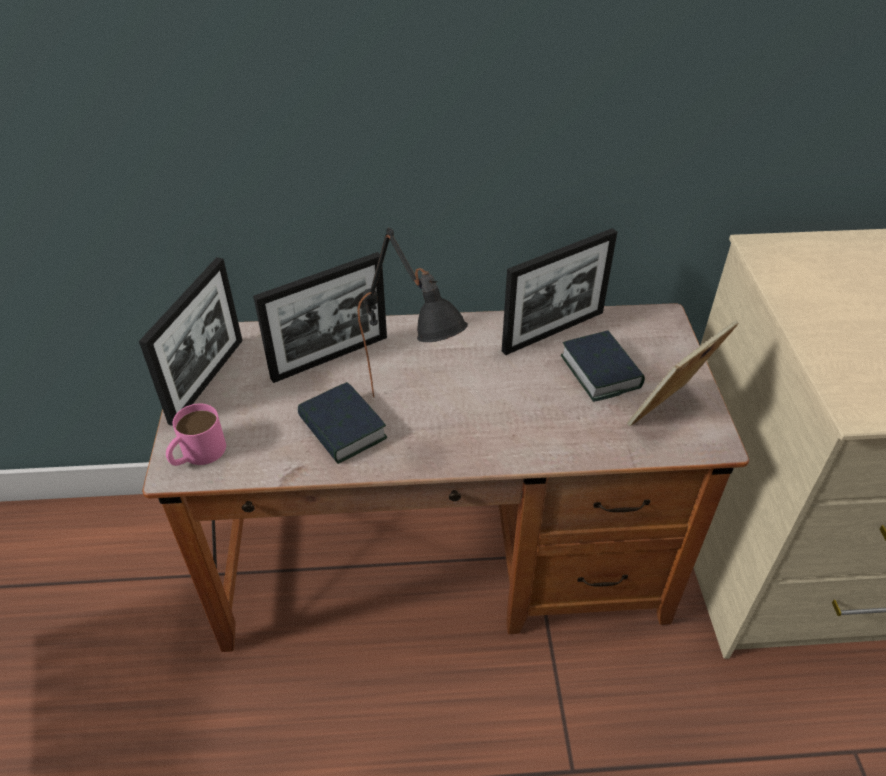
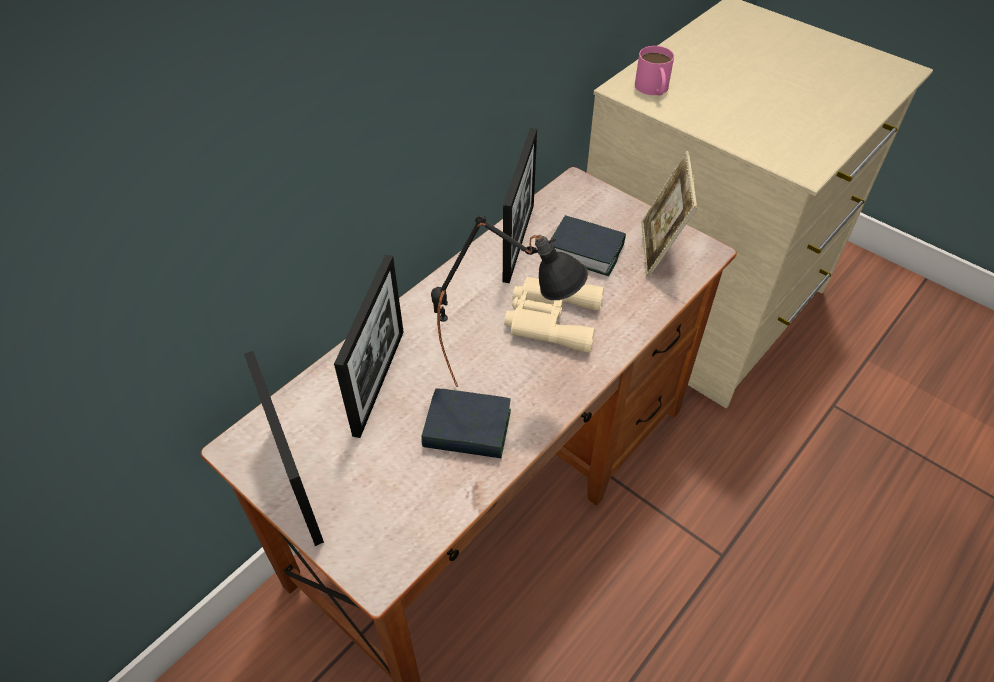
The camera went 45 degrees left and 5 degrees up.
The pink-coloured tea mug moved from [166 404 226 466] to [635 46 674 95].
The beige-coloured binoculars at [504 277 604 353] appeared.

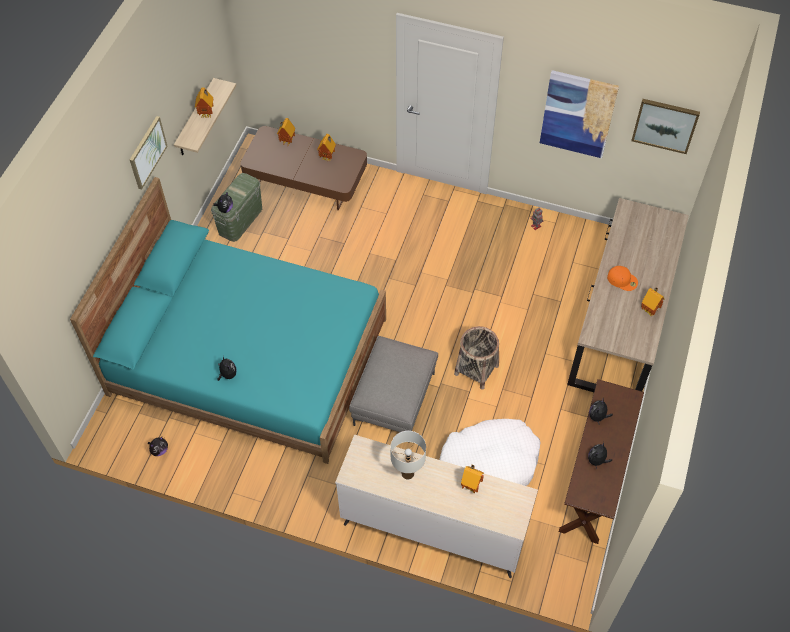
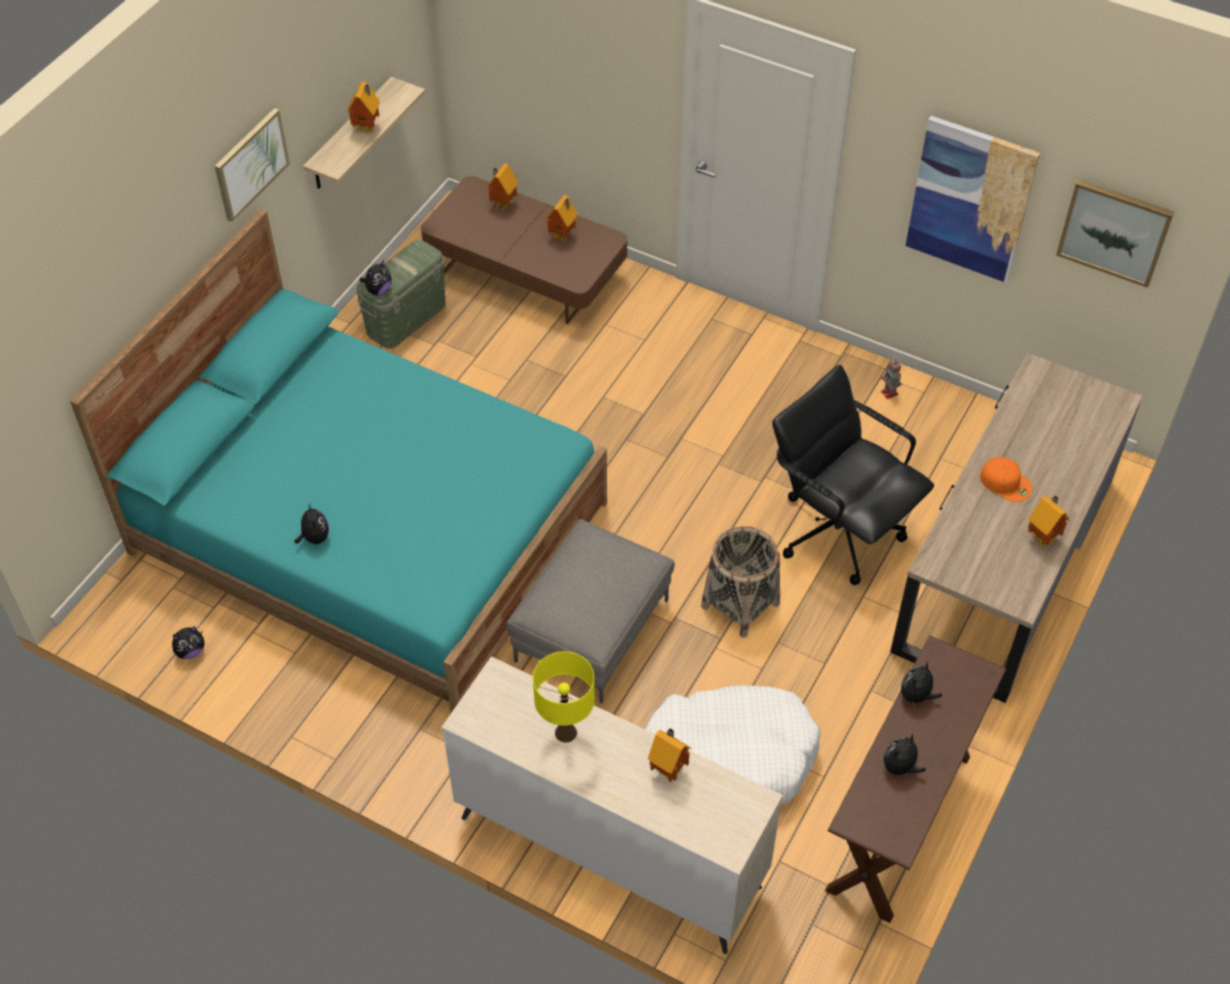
The camera went 10 degrees right and 5 degrees down.
The white-coloured tabletop lamp at [390 431 426 479] became the yellowish tabletop lamp at [533 651 595 743].
The blackish computer chair at [772 365 934 585] appeared.

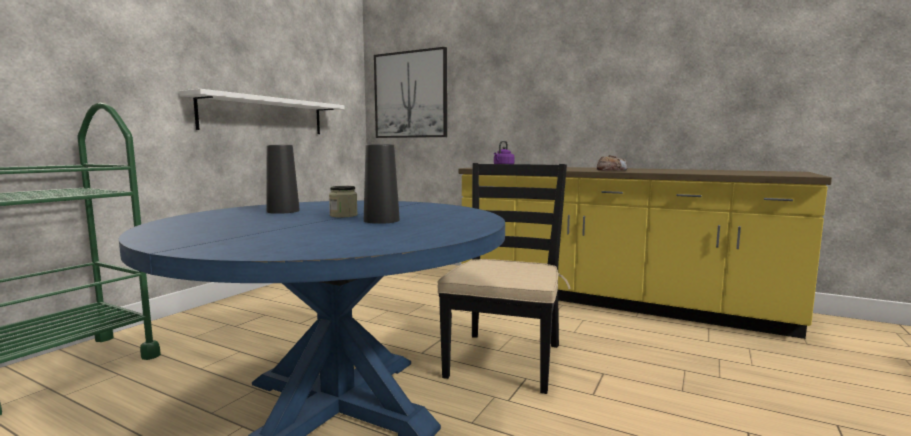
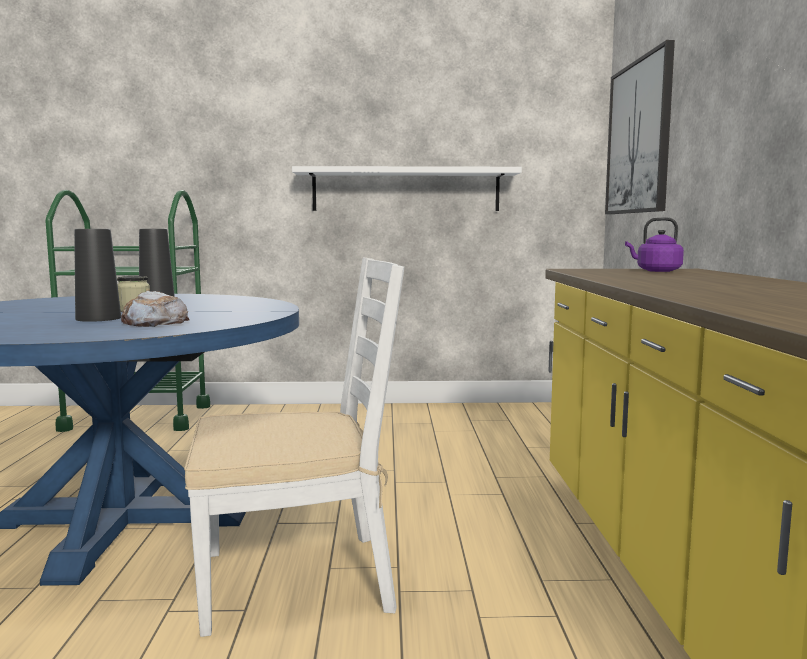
The camera went 60 degrees right and 0 degrees up.
The baked bread moved from [597 155 627 171] to [121 291 189 327].
The blackish chair at [437 163 570 394] became the white-coloured chair at [184 258 405 637].

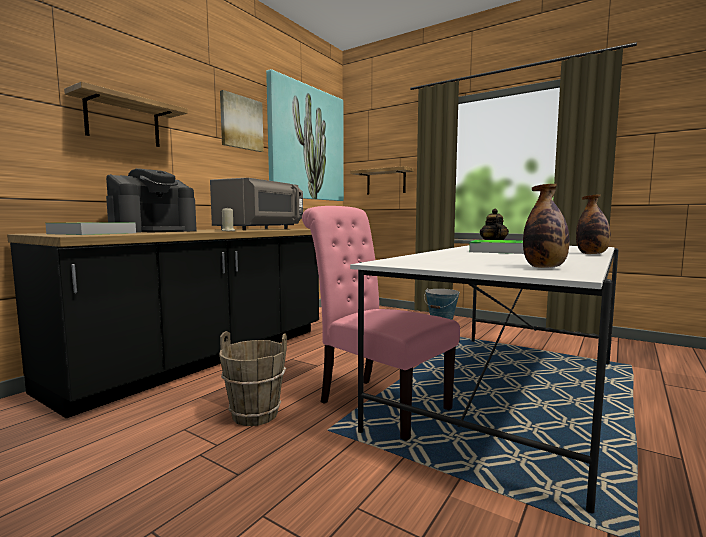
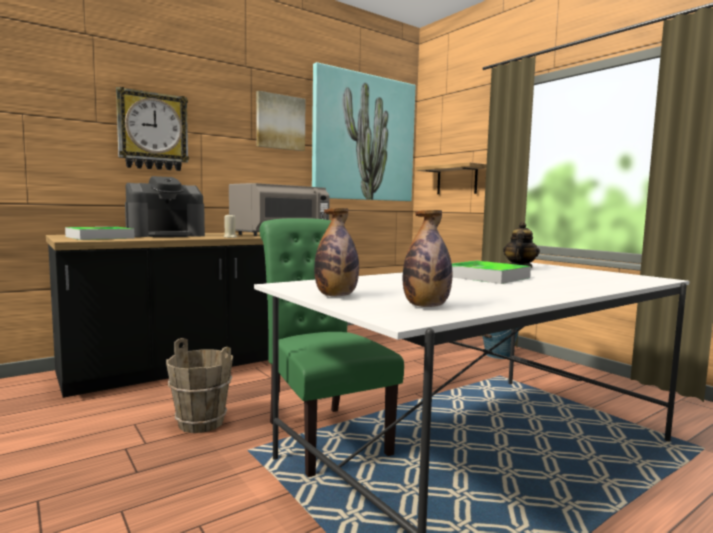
The camera went 20 degrees right and 0 degrees up.
The shelf at [64 82 188 147] was replaced by the clock on the wall at [116 87 189 171].
The beverage bottle moved from [576 194 611 254] to [314 208 359 296].
The pink-coloured chair at [302 206 460 441] became the green chair at [259 218 404 477].

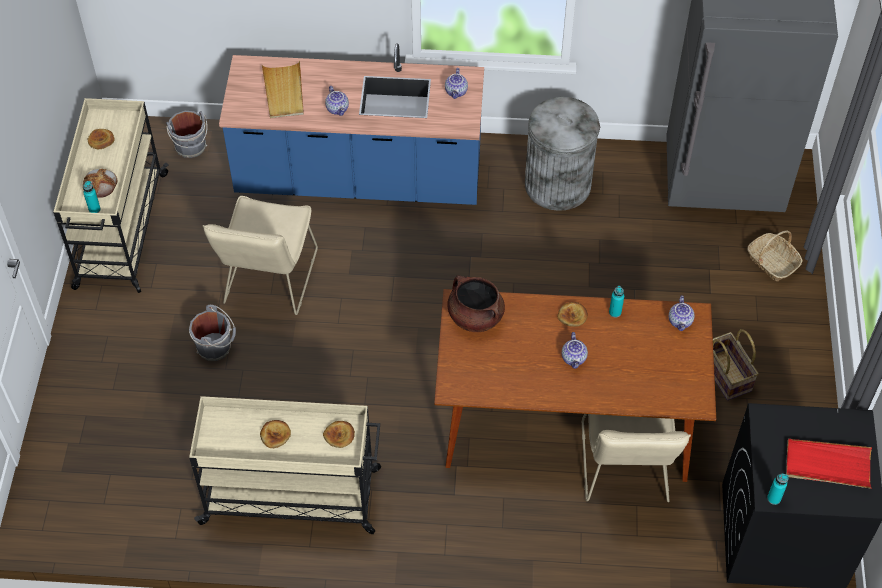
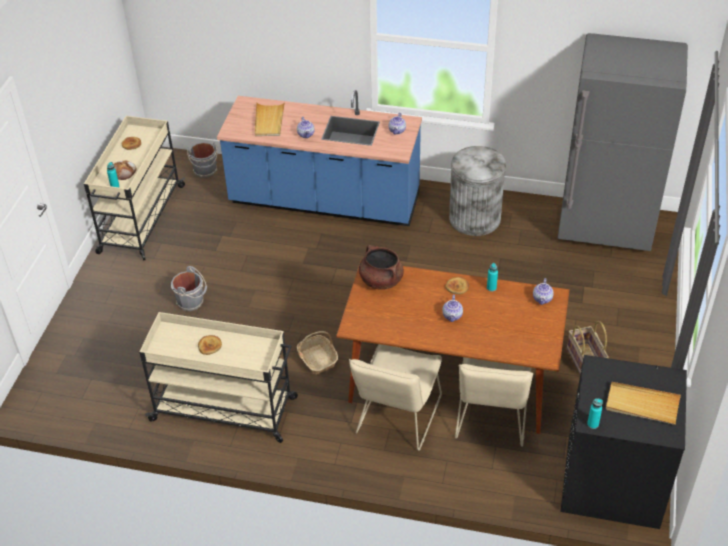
The camera went 10 degrees right and 10 degrees down.
The beige-coloured chair moved from [203 196 318 315] to [349 344 442 451].
The basket moved from [747 230 803 281] to [297 331 338 374].
The baked bread at [323 421 355 448] disappeared.
The reddish serving tray at [786 439 872 489] became the beige-coloured serving tray at [606 382 681 425].

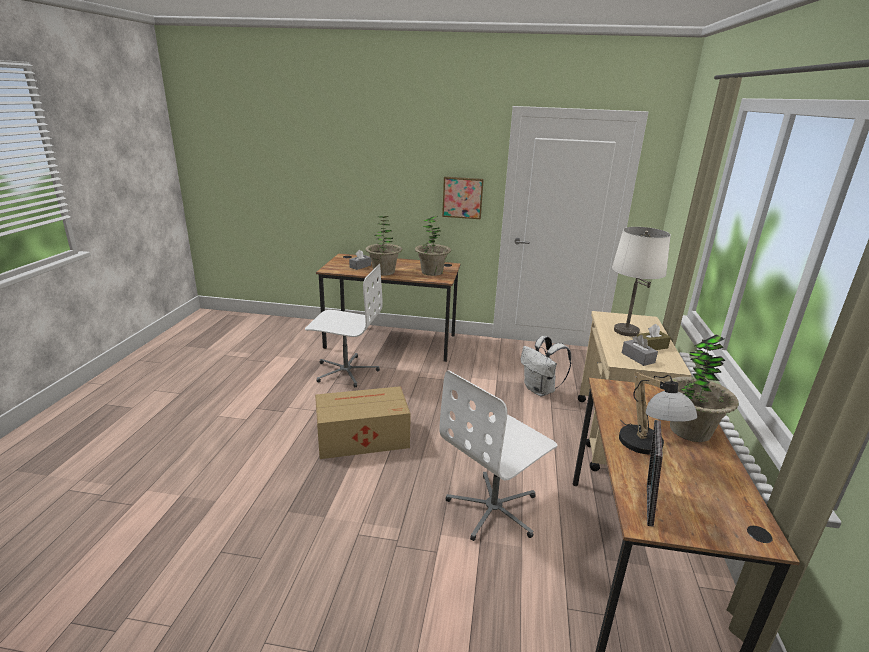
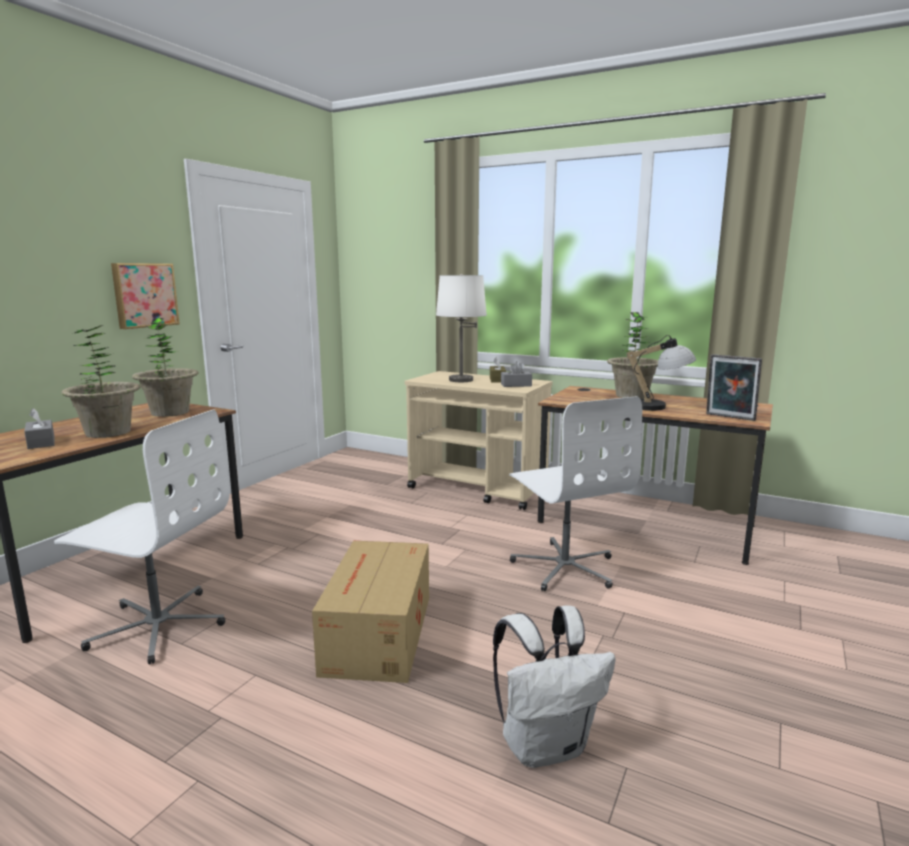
The camera went 70 degrees left and 10 degrees down.
The white-coloured computer chair at [305 264 383 387] turned 75 degrees clockwise.
The white-coloured knapsack moved from [521 336 571 396] to [493 605 616 768].

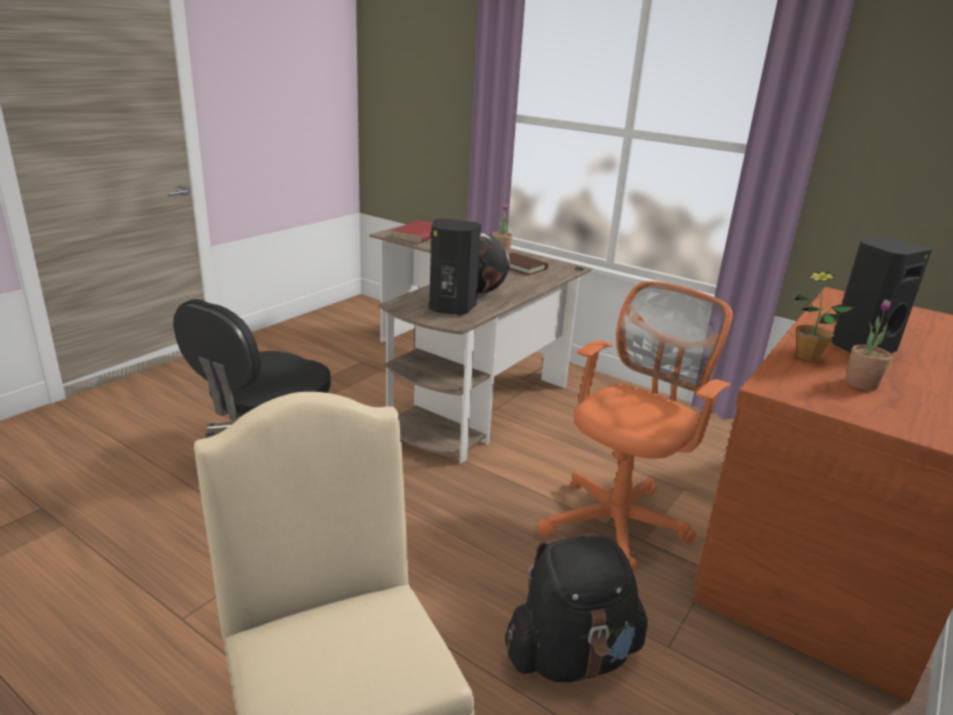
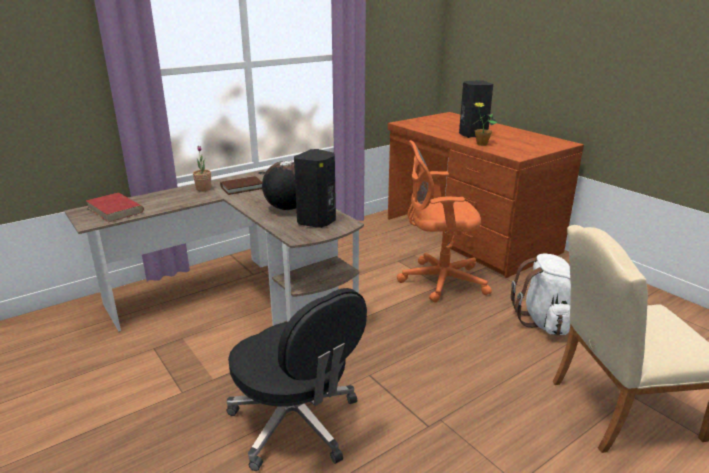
The camera went 70 degrees left and 0 degrees up.
The orange computer chair at [537 281 733 572] turned 60 degrees counterclockwise.
The potted plant at [846 299 892 391] disappeared.
The blackish knapsack at [505 533 648 682] became the white-coloured knapsack at [511 253 571 336].

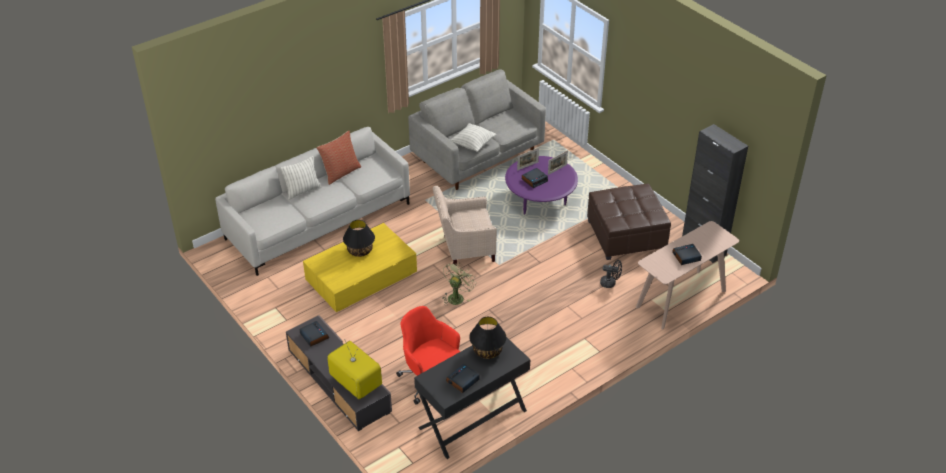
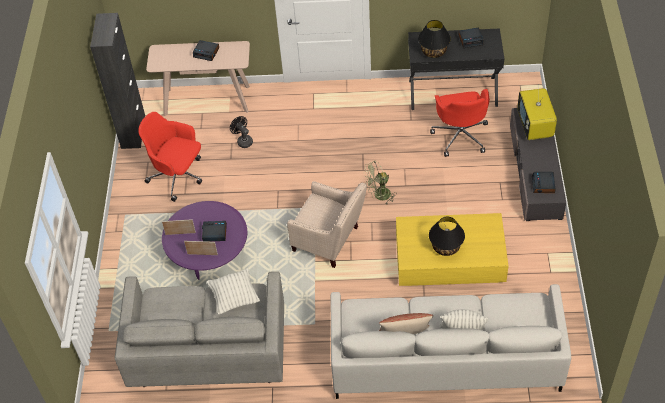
The camera went 140 degrees left and 10 degrees up.
The brown-coloured footrest at [587 183 671 260] was replaced by the reddish computer chair at [138 112 202 202].

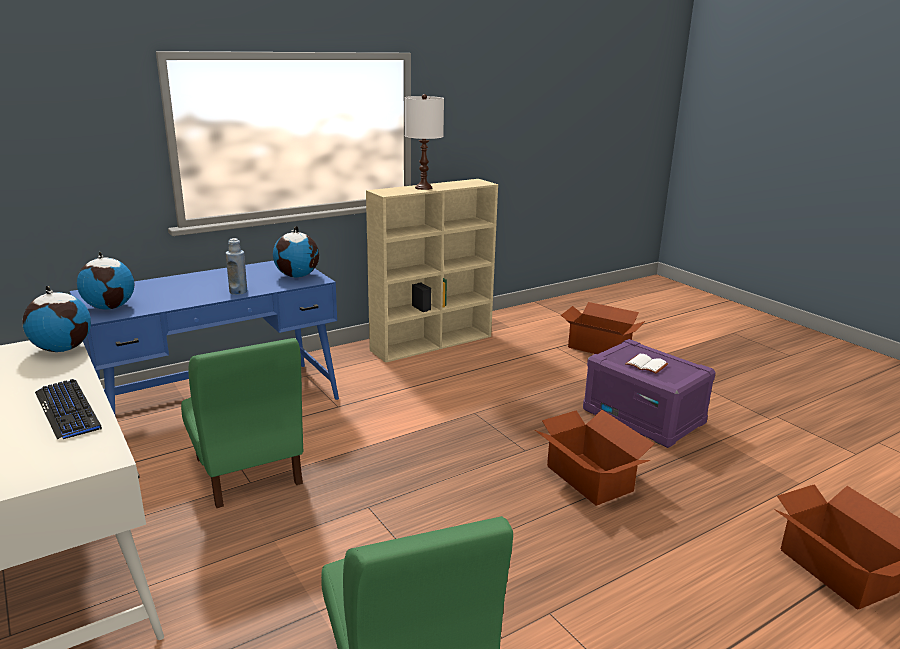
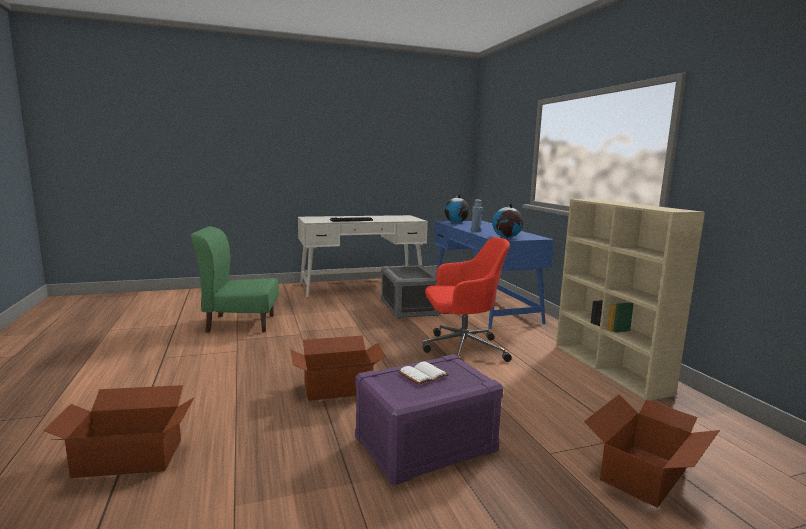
The camera went 105 degrees right and 10 degrees down.
The white-coloured tabletop lamp at [405 94 444 190] disappeared.
The world globe at [22 285 91 352] disappeared.
The green chair at [181 338 303 508] was replaced by the gray storage bin at [381 265 440 319].
The reddish computer chair at [423 237 512 362] appeared.

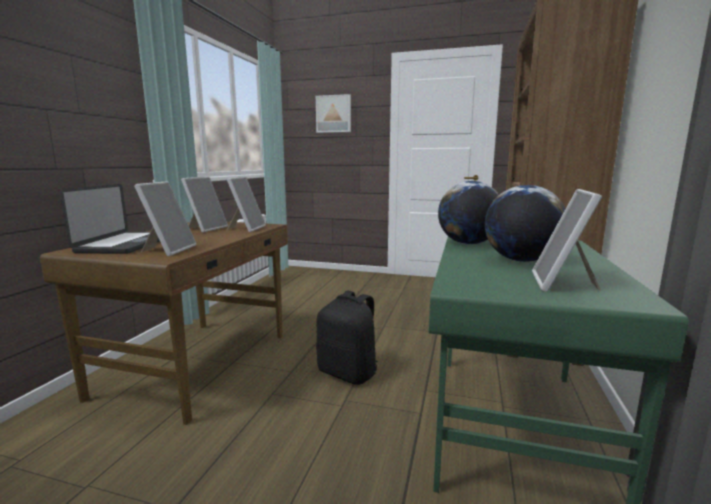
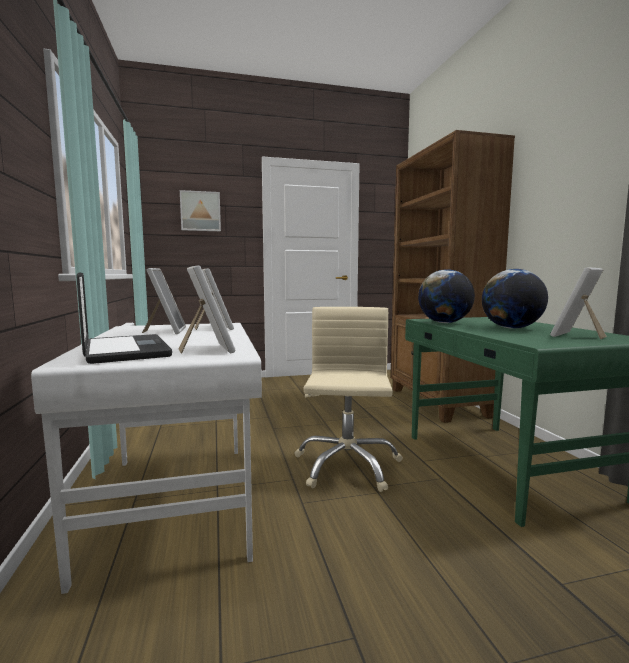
The camera went 30 degrees left and 5 degrees down.
The picture frame at [532 189 602 292] turned 60 degrees clockwise.
The brown-coloured desk unit at [40 222 288 425] became the white-coloured desk unit at [31 323 262 594].
The blackish knapsack at [316 291 378 385] was replaced by the beige-coloured computer chair at [295 307 403 492].

